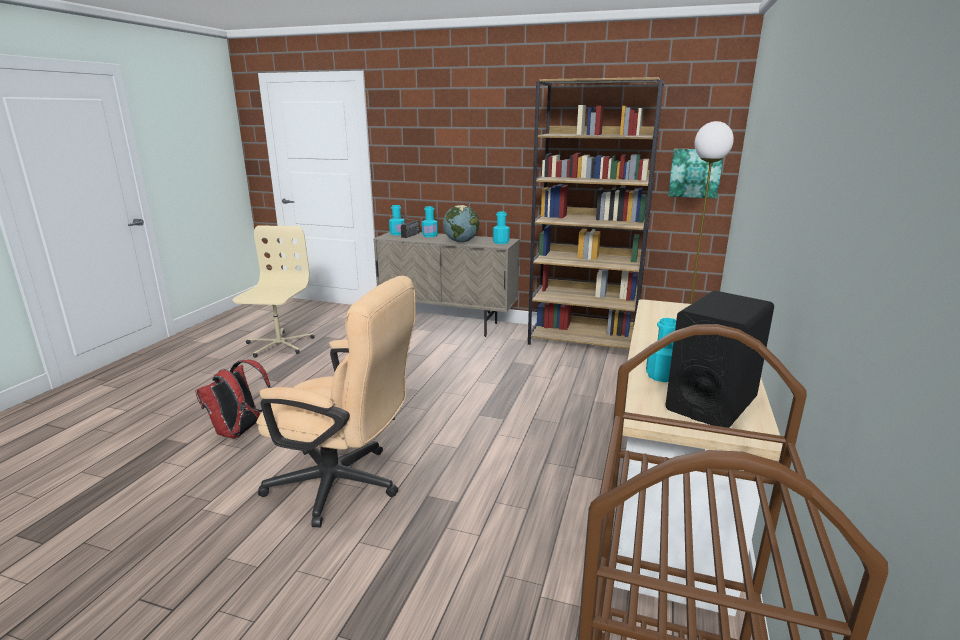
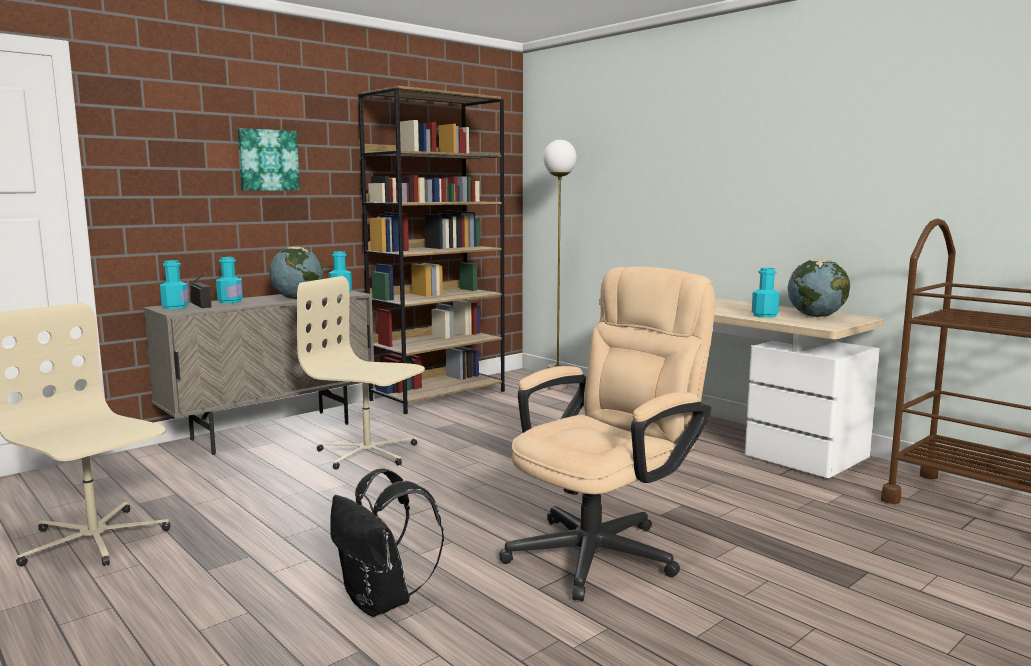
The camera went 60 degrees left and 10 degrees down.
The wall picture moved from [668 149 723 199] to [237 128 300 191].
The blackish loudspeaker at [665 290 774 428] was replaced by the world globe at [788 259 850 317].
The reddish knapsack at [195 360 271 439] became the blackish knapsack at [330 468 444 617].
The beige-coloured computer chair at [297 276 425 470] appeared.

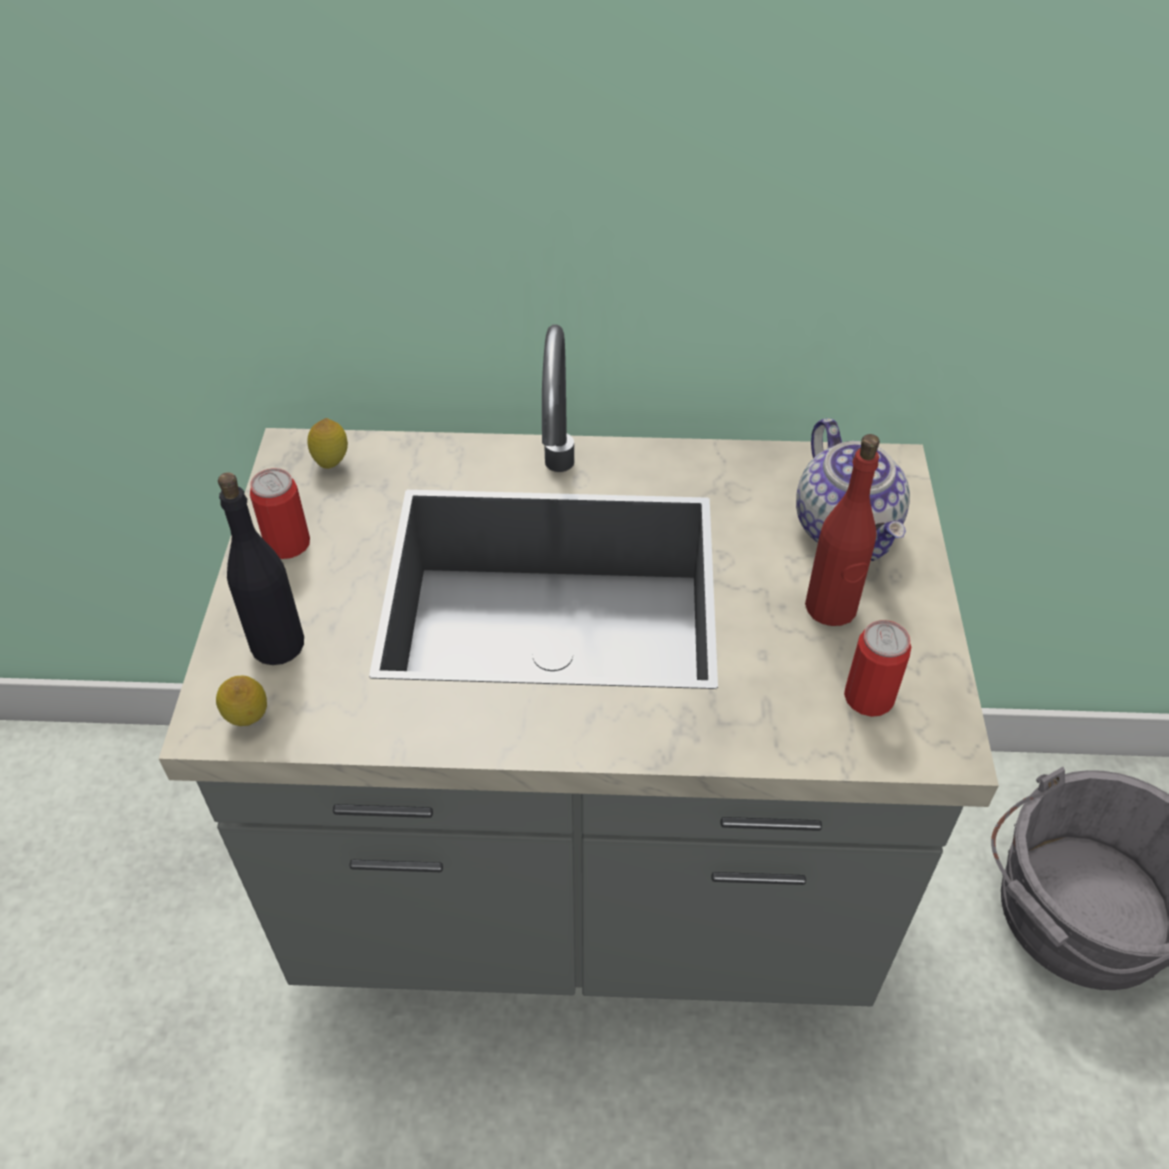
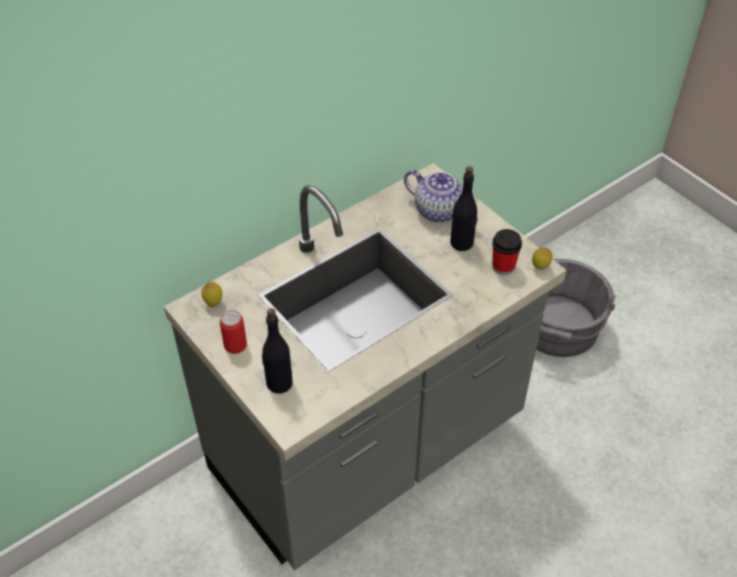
The camera went 40 degrees left and 0 degrees up.
The reddish beverage bottle at [805 434 880 626] became the blackish beverage bottle at [450 166 477 251].
The metal can at [844 620 911 717] was replaced by the cup at [492 229 522 275].
The citrus fruit moved from [216 676 267 726] to [532 247 553 269].

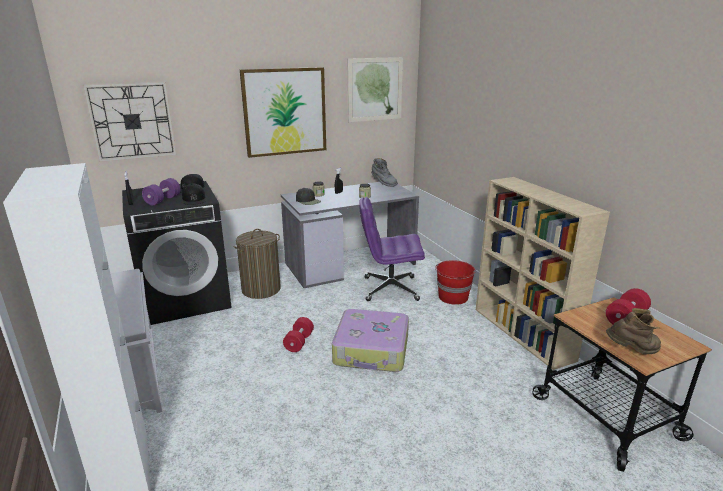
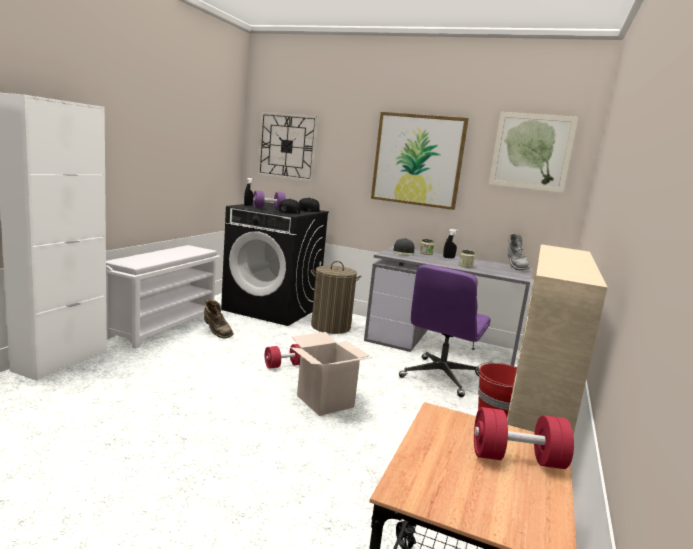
The camera went 45 degrees right and 10 degrees down.
The purple computer chair at [359 197 425 301] turned 105 degrees counterclockwise.
The brown-coloured boot moved from [606 308 661 354] to [204 300 233 339].
The travel case at [332 309 409 372] was replaced by the carton at [291 332 373 416].

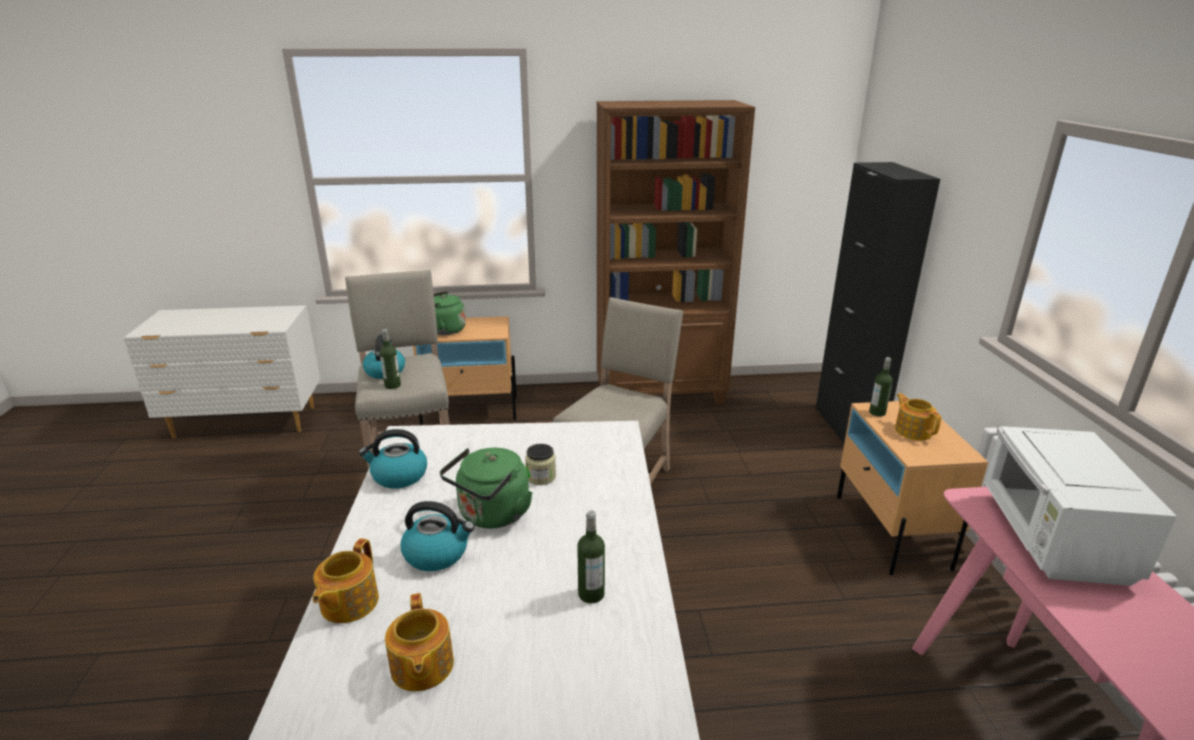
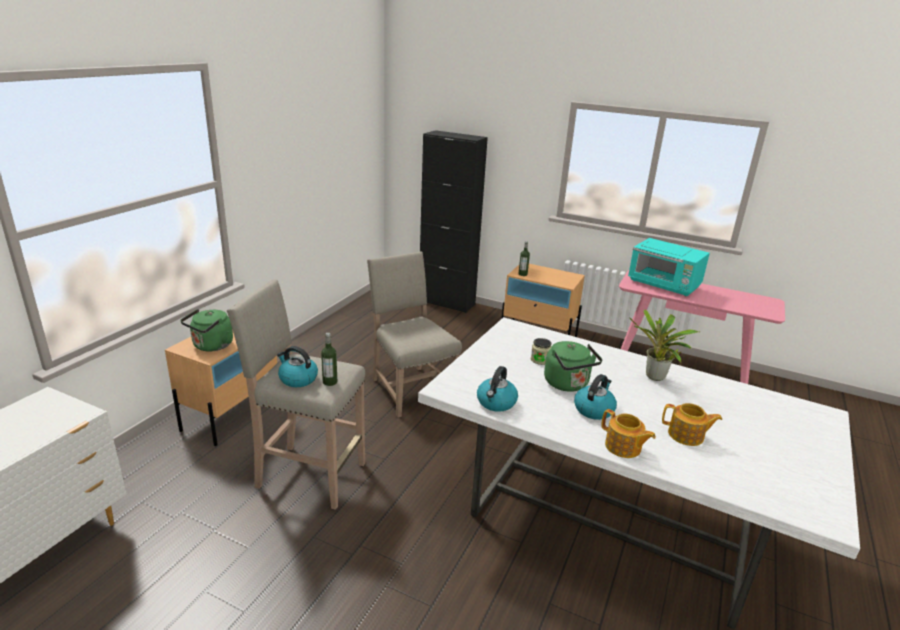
The camera went 60 degrees left and 0 degrees up.
The brown-coloured bookcase at [596 100 755 405] disappeared.
The teapot at [895 393 941 440] disappeared.
The white-coloured microwave at [984 426 1177 586] became the turquoise-coloured microwave at [628 238 710 296].
The beverage bottle at [577 511 605 603] was replaced by the potted plant at [629 310 700 381].

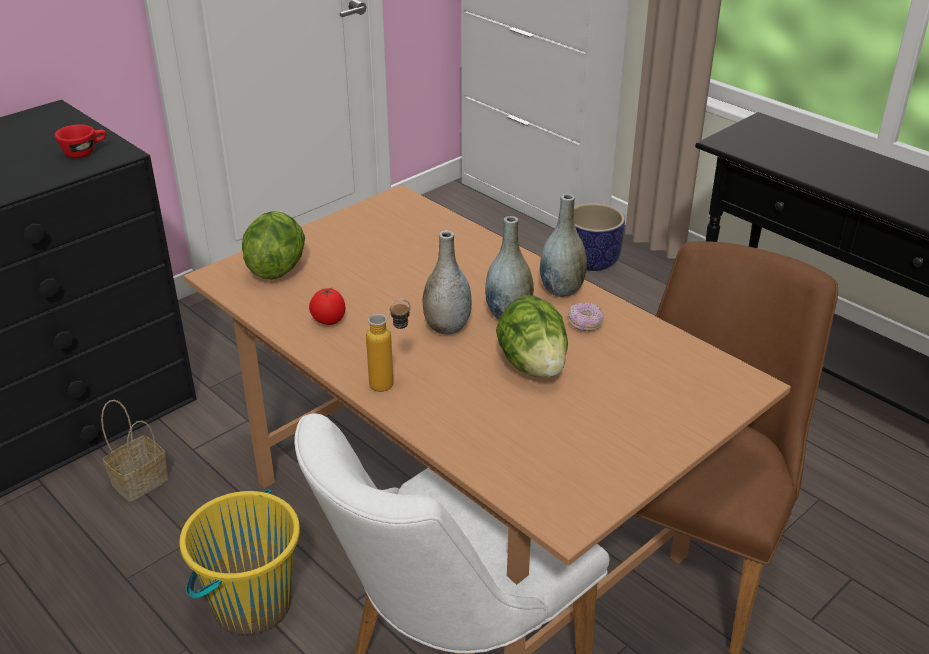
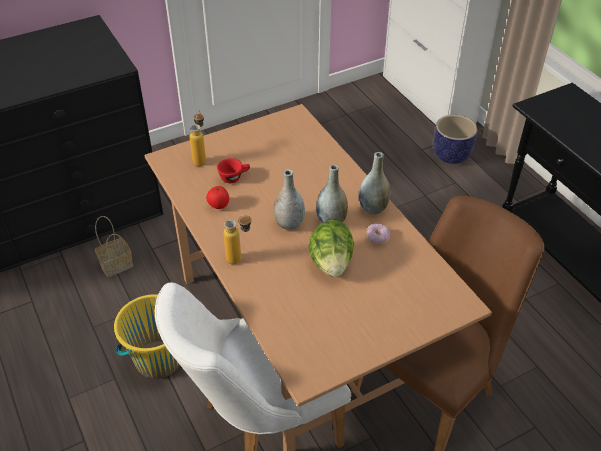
The camera went 15 degrees right and 10 degrees up.
The reddish cup moved from [55 124 106 158] to [217 158 250 183].
The lettuce head at [242 211 305 280] was replaced by the beverage bottle at [189 111 206 166].

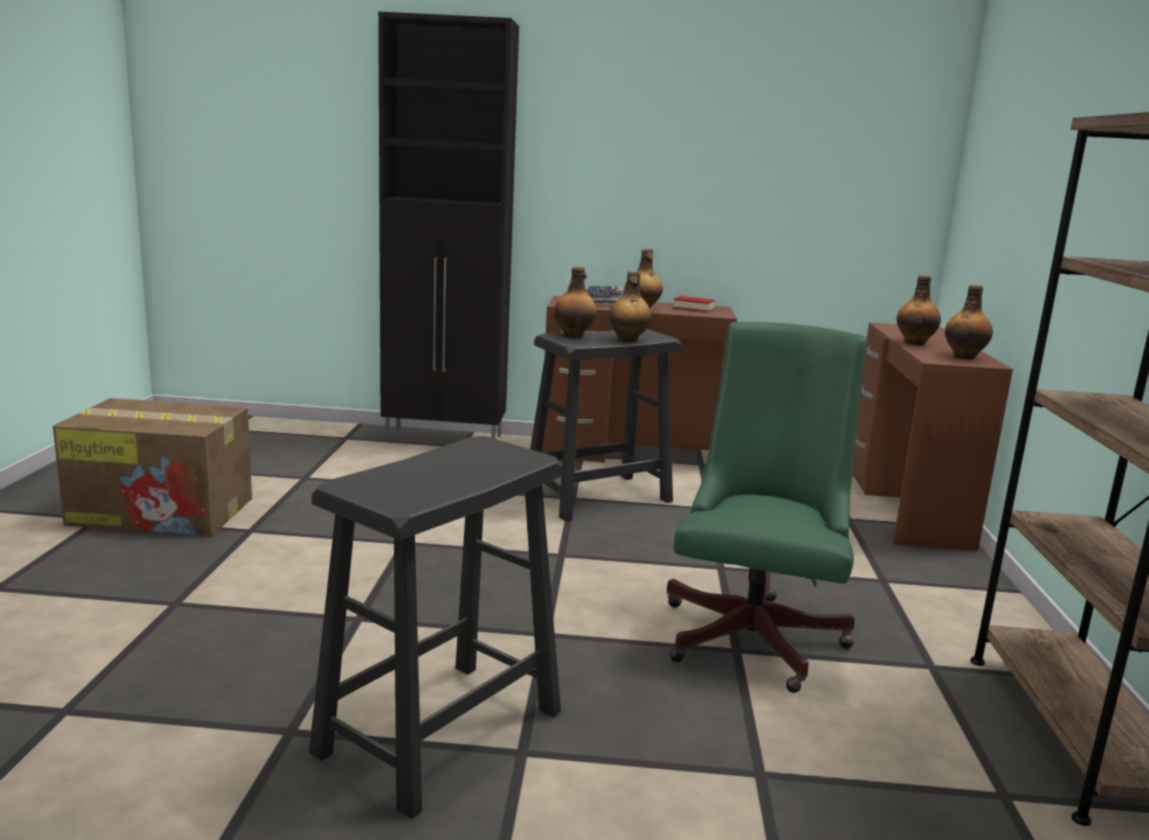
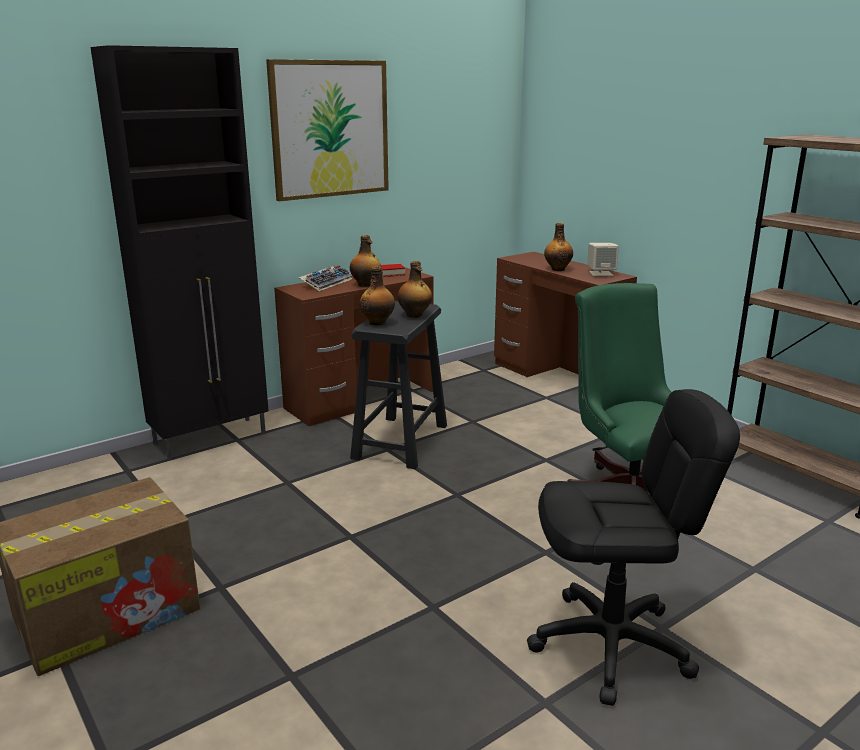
The camera went 40 degrees left and 5 degrees up.
The beverage bottle at [945 285 993 359] was replaced by the beige-coloured loudspeaker at [587 243 619 276].
The blackish sitting stool at [309 436 563 819] was replaced by the blackish computer chair at [527 389 740 706].
The wall picture at [266 59 389 201] appeared.

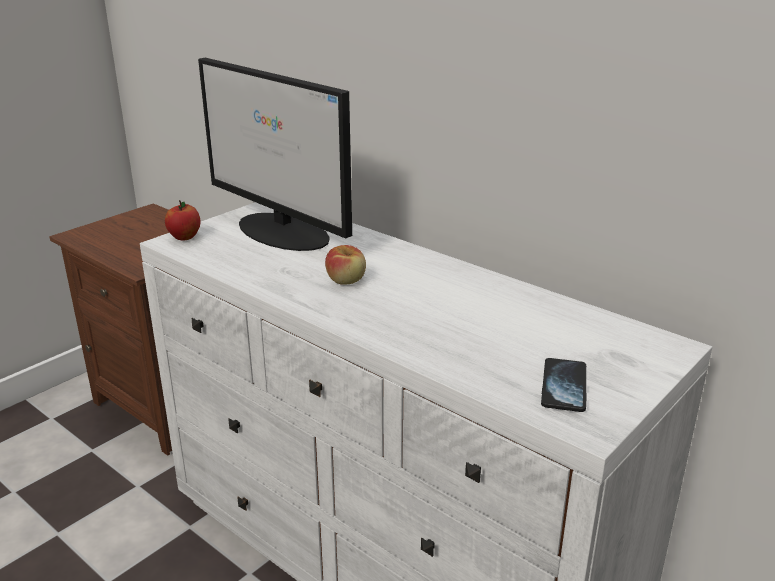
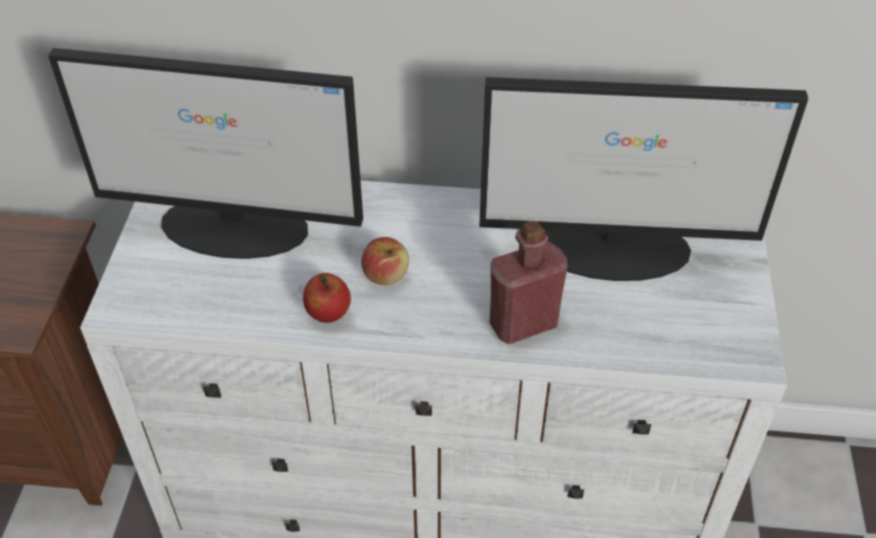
The camera went 35 degrees left and 20 degrees up.
The apple fruit moved from [165 200 200 240] to [303 273 351 323].
The telephone at [541 358 587 412] disappeared.
The monitor at [479 77 808 281] appeared.
The reddish beverage bottle at [490 221 568 344] appeared.

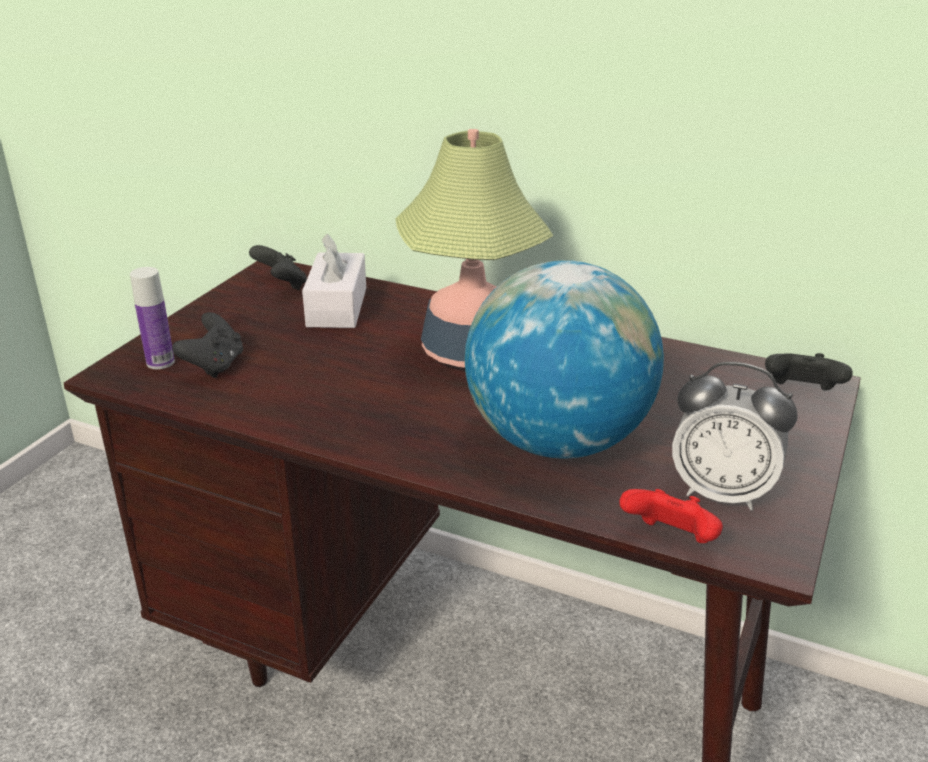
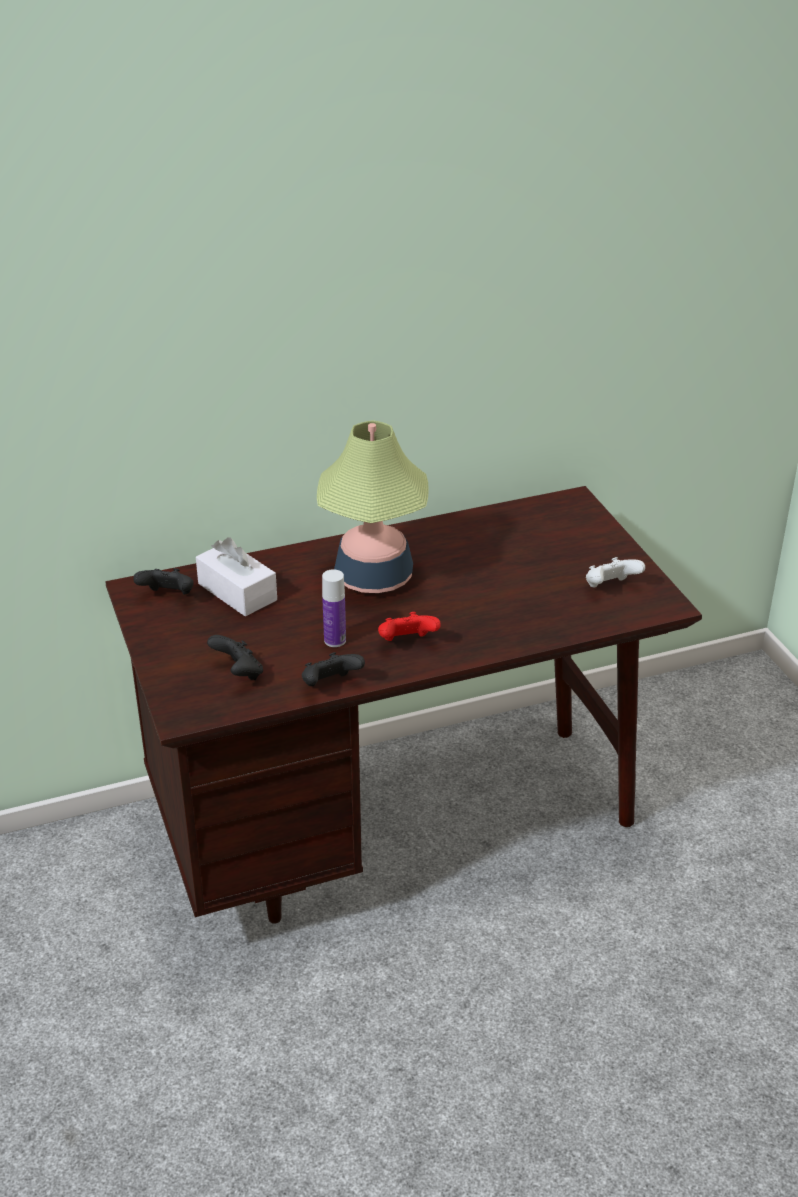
The camera went 45 degrees left and 5 degrees up.
The world globe at [465 260 664 459] disappeared.
The beverage bottle moved from [130 267 175 369] to [322 569 346 647].
The blackish game controller moved from [765 353 853 391] to [302 652 365 686].
The bedside clock at [672 362 798 510] was replaced by the white-coloured game controller at [586 557 645 587].
The reddish game controller moved from [619 489 723 543] to [378 612 441 641].

